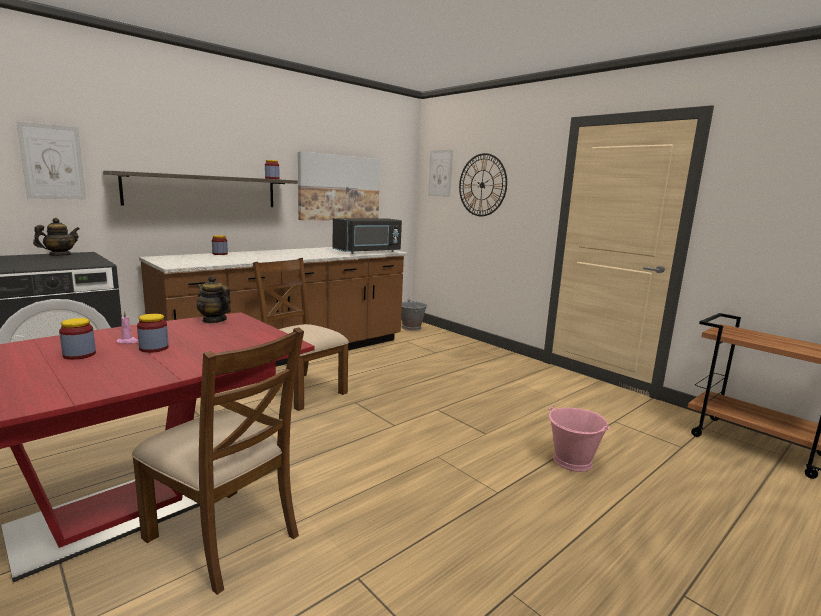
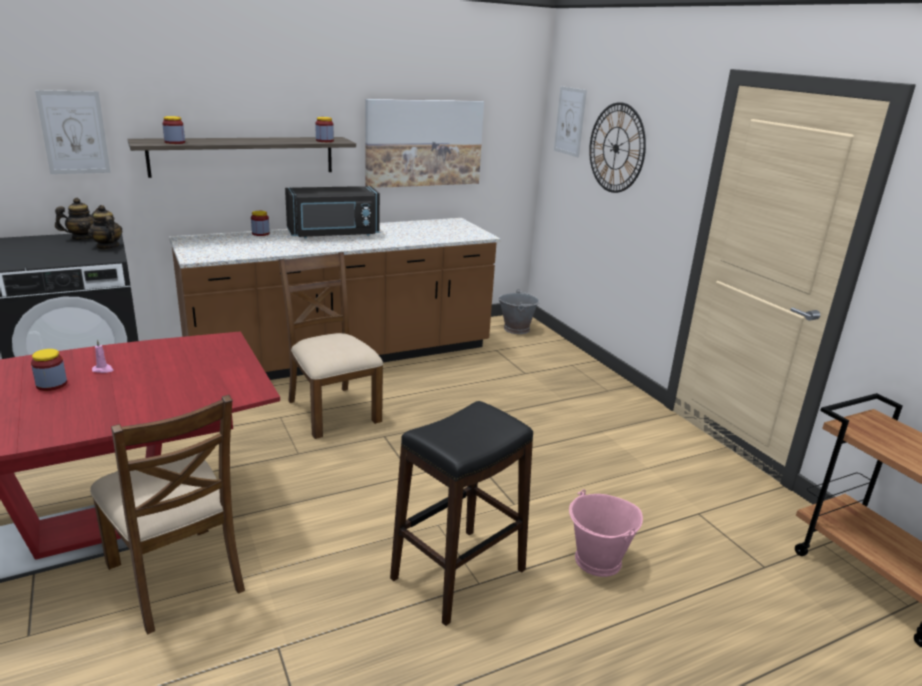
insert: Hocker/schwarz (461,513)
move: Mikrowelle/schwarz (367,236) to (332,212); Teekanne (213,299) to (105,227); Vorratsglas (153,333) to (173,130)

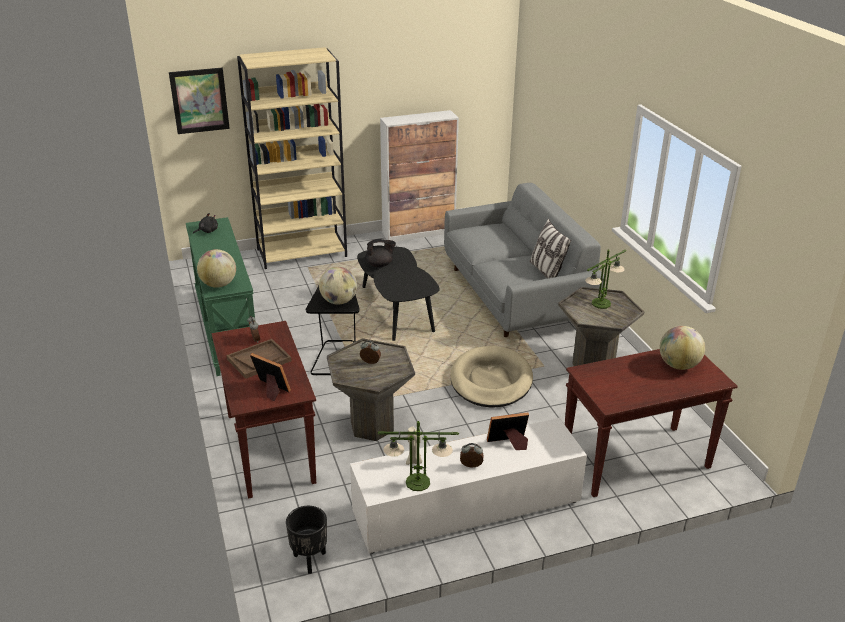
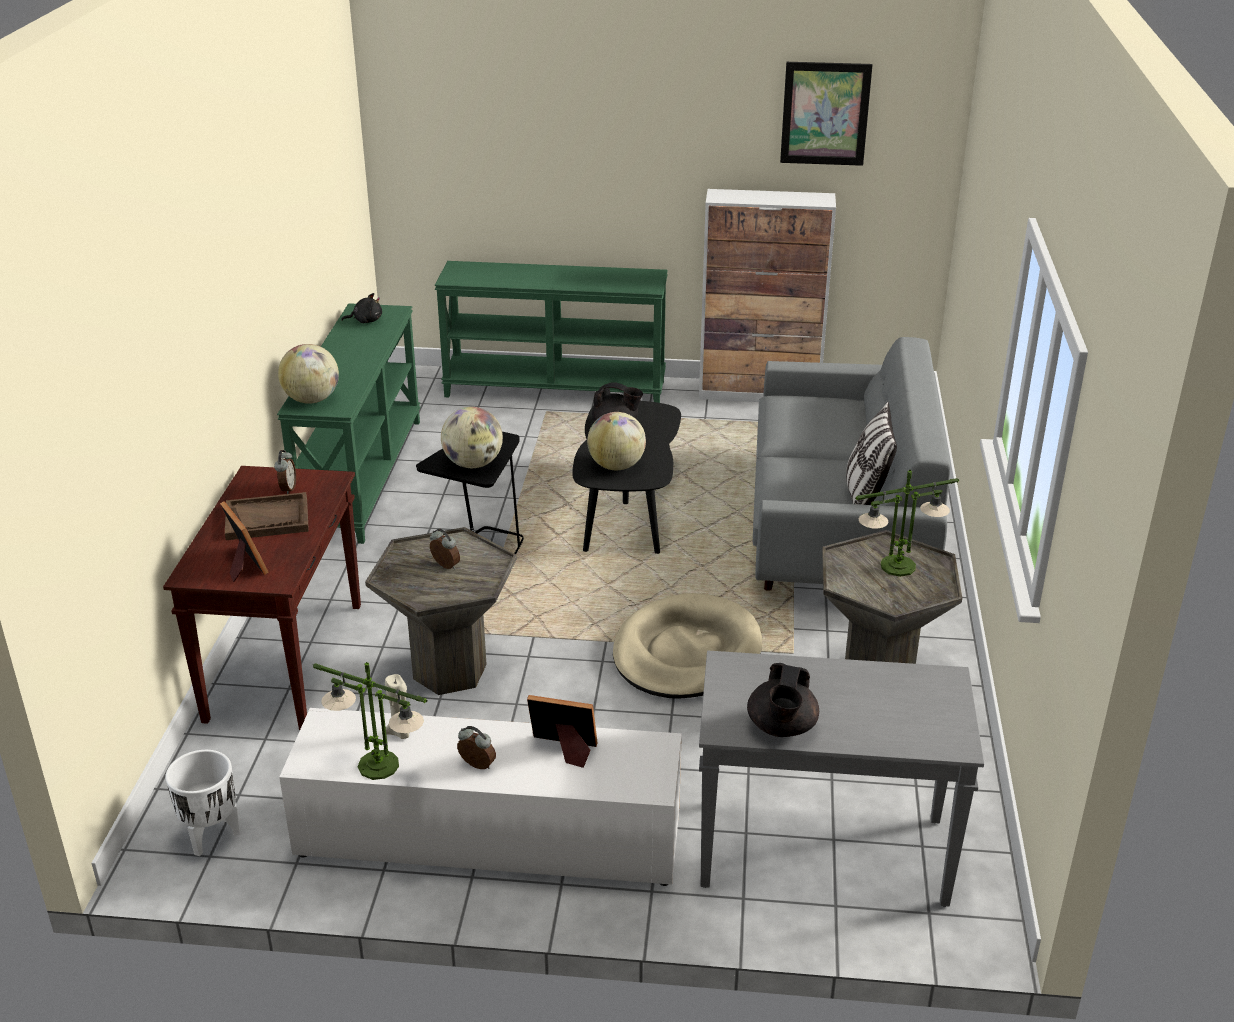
insert: Teekanne/schwarz (783,700)
move: Bild (199,101) to (826,114); Globus (682,348) to (616,441)
replace: Bücherregal/beige (292,158) to Konsolentisch/grün (551,332)
recolor: Konsolentisch/braun (651,423) to Konsolentisch/grau (841,779); Pflanzkübel/schwarz (306,540) to Pflanzkübel/weiß (202,803)

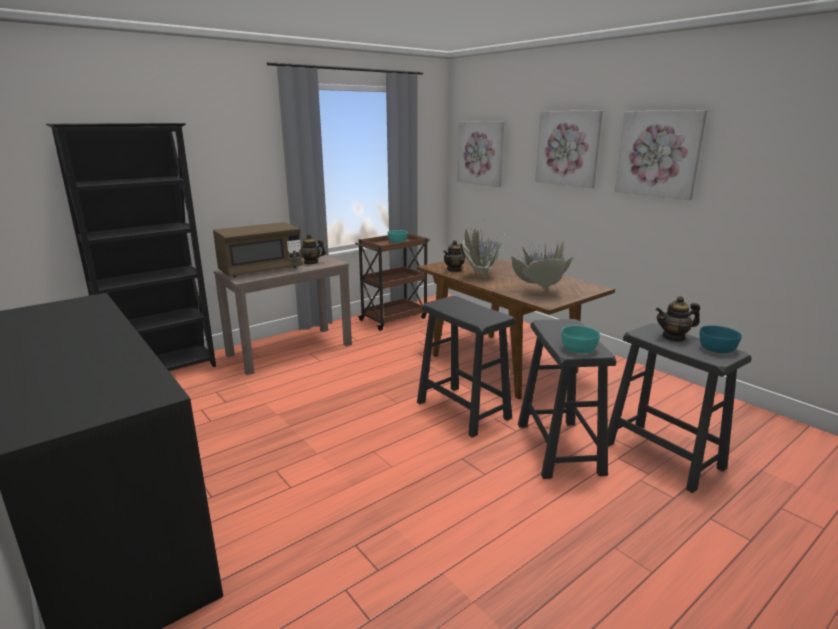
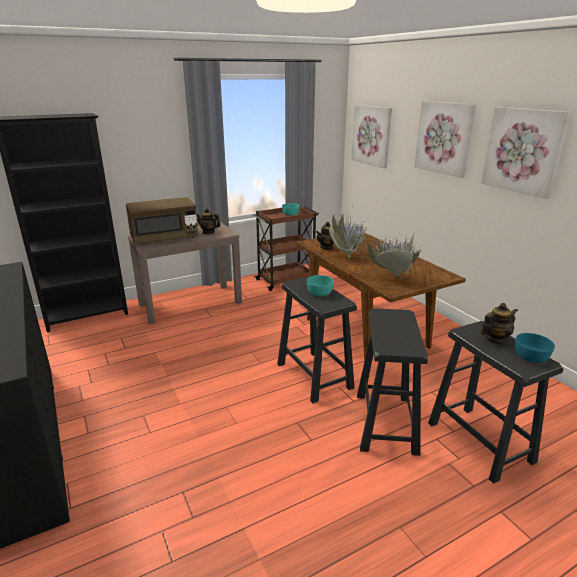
move: Schüssel/türkis (580,339) to (320,285)
rotate: Teekanne (678,319) = (499,323) 150 degrees clockwise

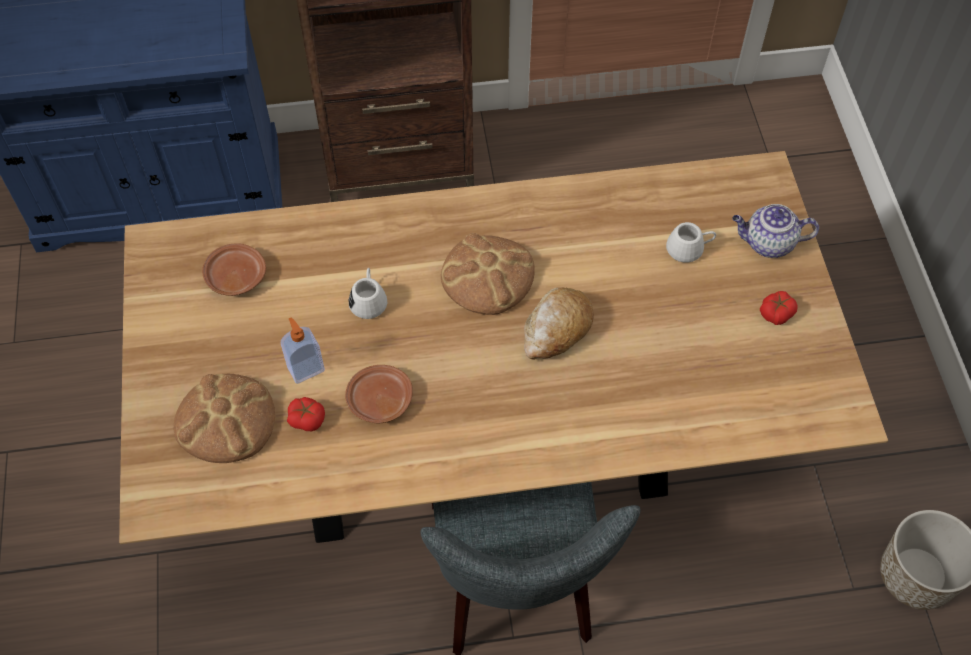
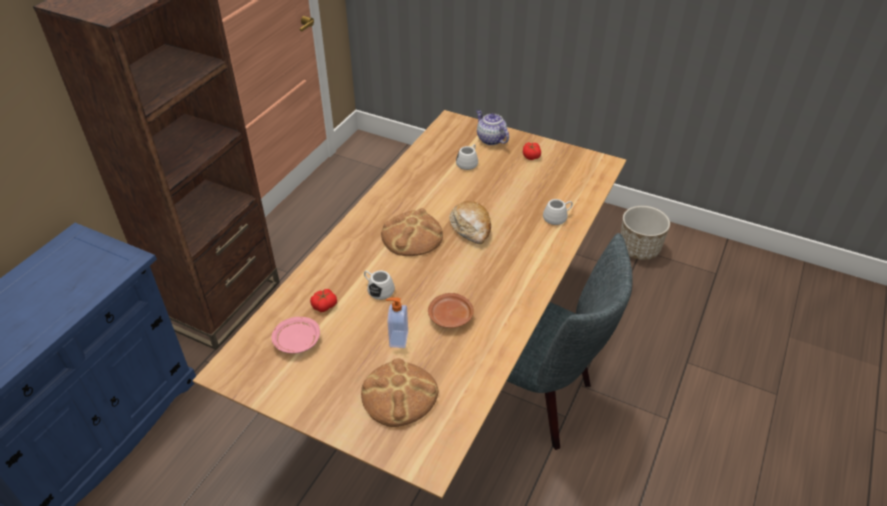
insert: Henkelbecher/weiß (558,212)
move: Tomate (306,414) to (323,300)
recolor: Teller/braun (234,269) to Teller/rosa (296,335)
rotate: Teekanne (775,231) = (492,127) 105 degrees clockwise

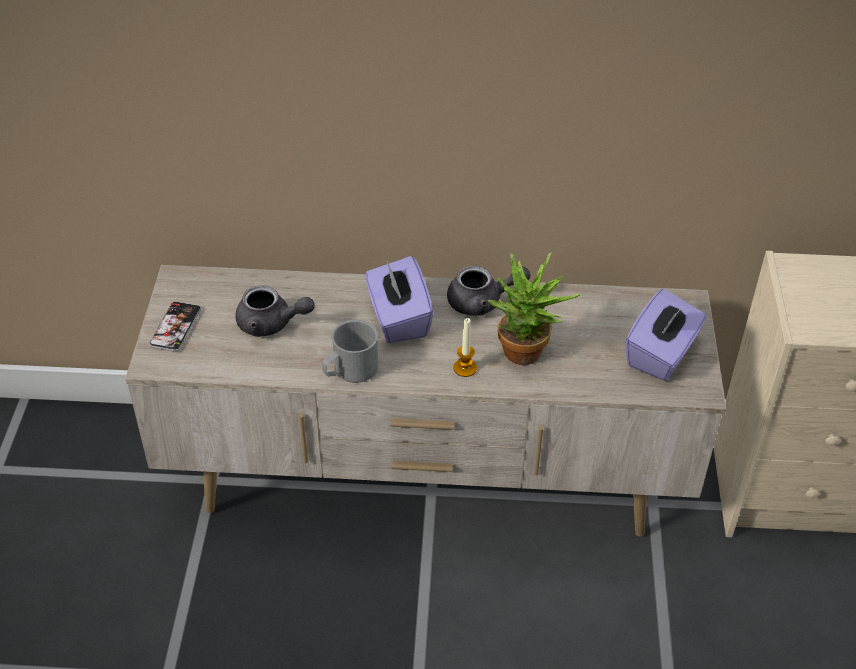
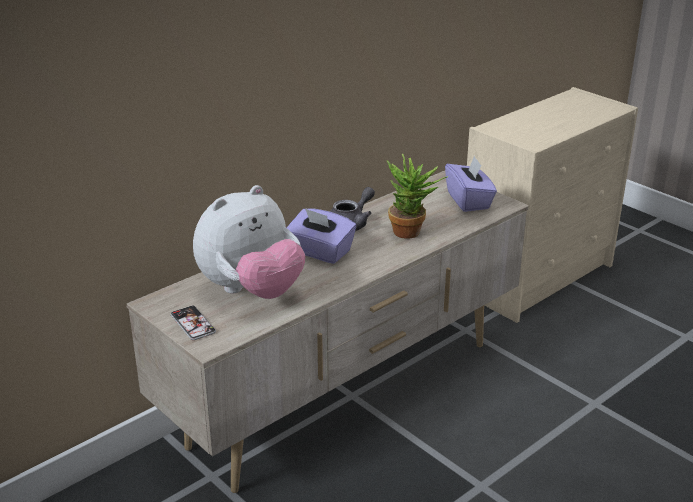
delete: Kerze (465,347); Henkelbecher/grau (350,351)
replace: Teekanne/grau (274,311) to Plüschtier (249,242)

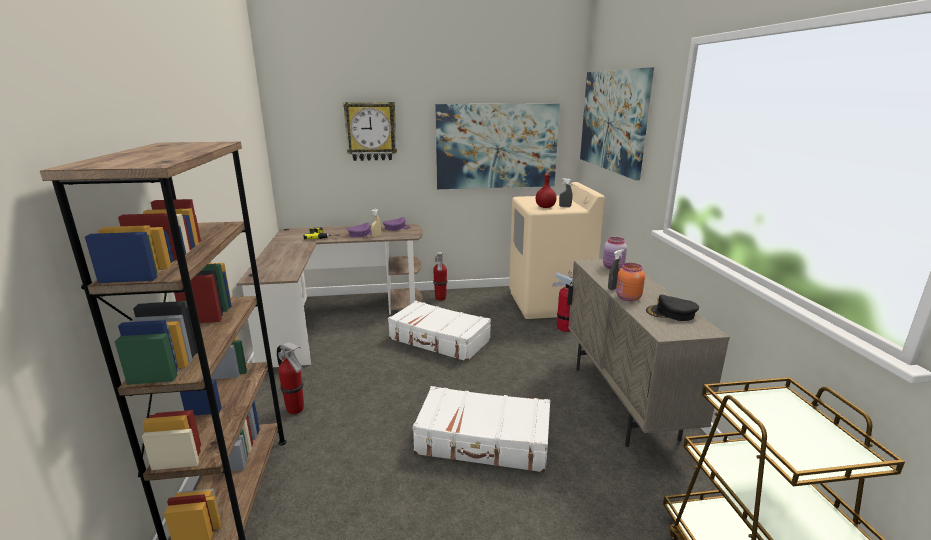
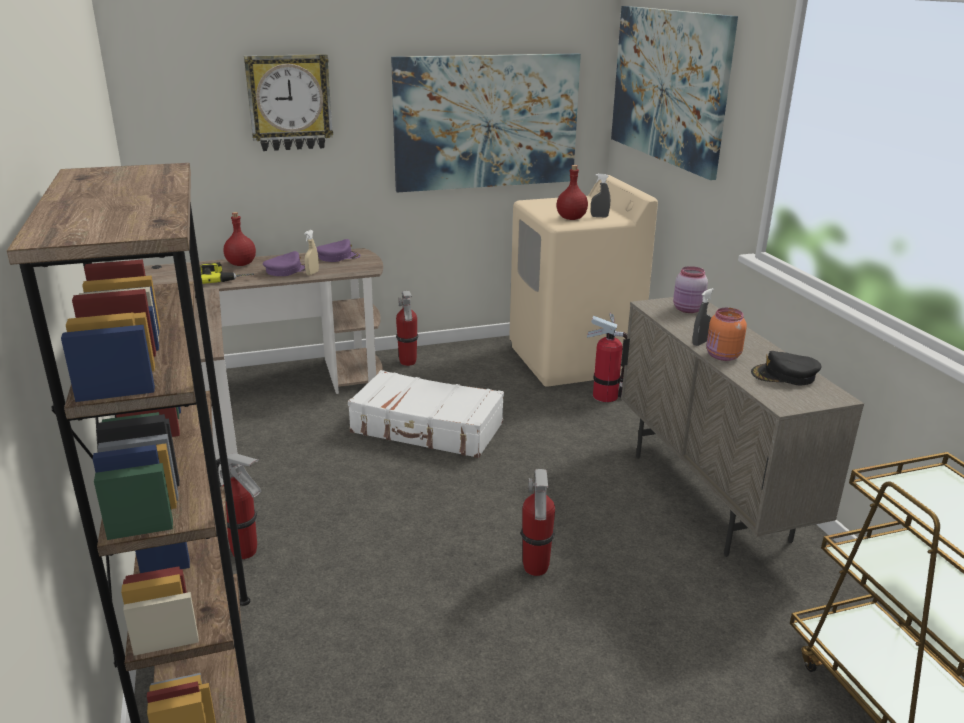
insert: Flasche/rot (239,239)
replace: Koffer/weiß (481,429) to Feuerlöscher (538,522)

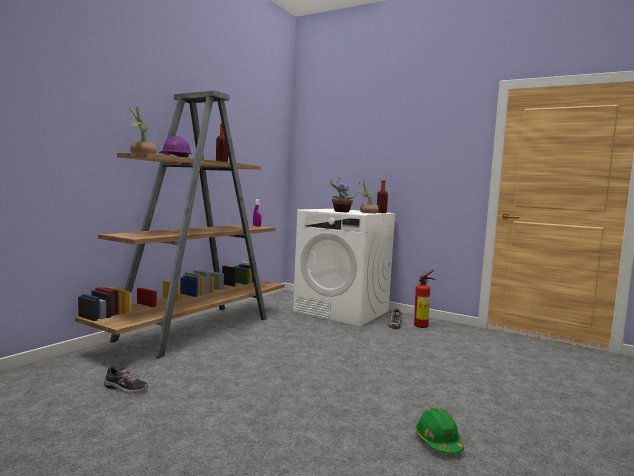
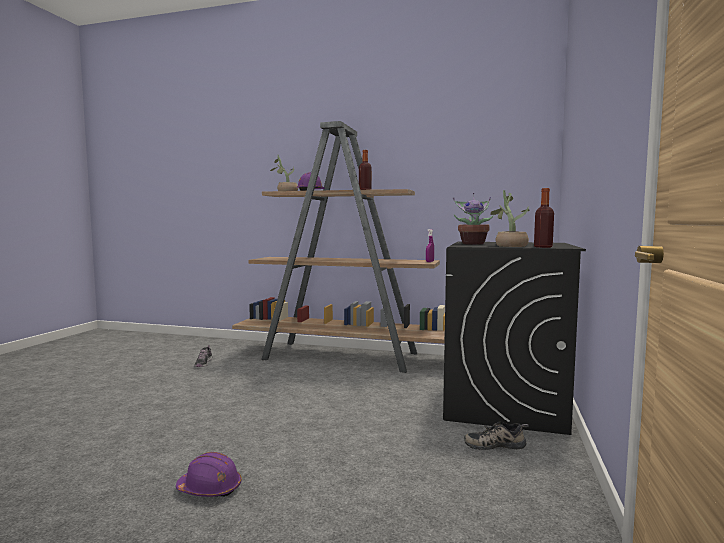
delete: Feuerlöscher (424,299); Schutzhelm/grün (439,431)
insert: Schutzhelm/lila (209,474)
recolor: Waschmaschine/weiß (344,268) to Waschmaschine/schwarz (514,338)

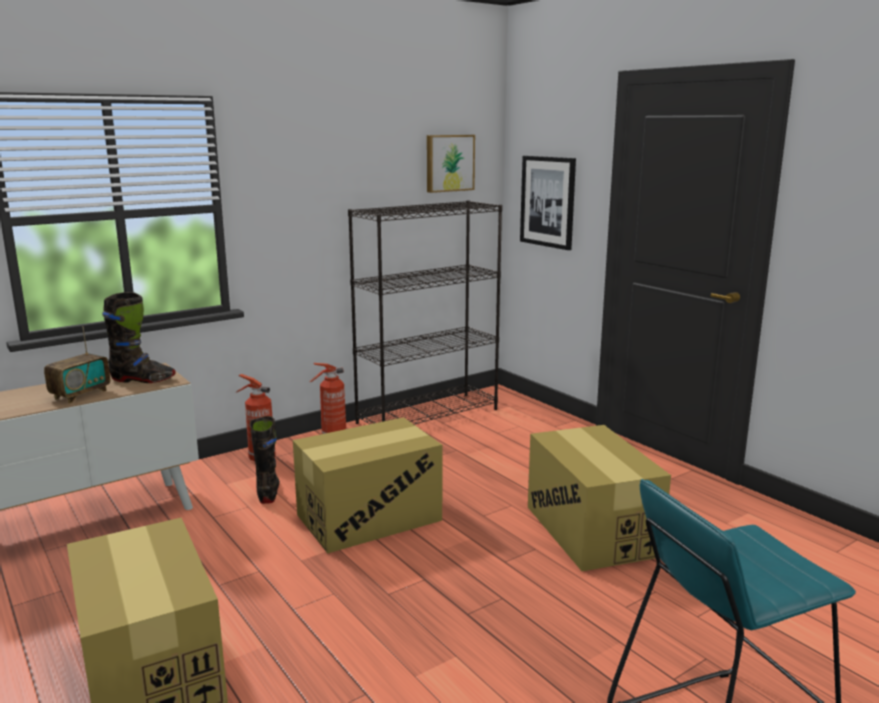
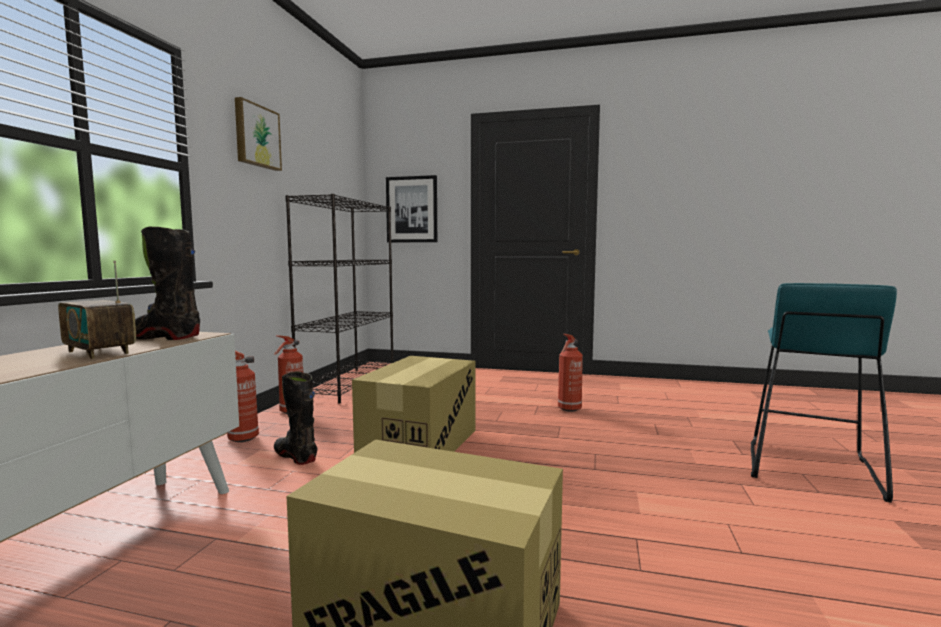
move: Bild (451,164) to (258,134)
replace: Karton (599,498) to Feuerlöscher (570,373)
rotate: Stiefel/schwarz (138,337) = (167,283) 135 degrees counterclockwise; Radio (77,365) = (97,310) 135 degrees clockwise

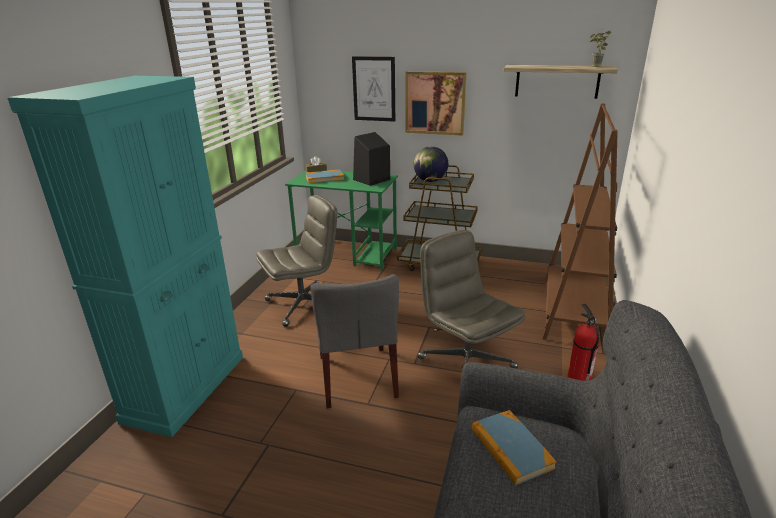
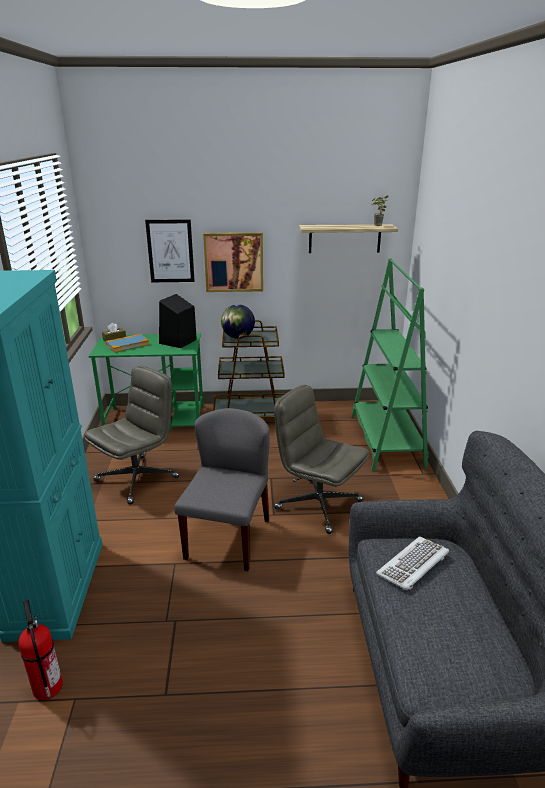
move: Feuerlöscher (584,342) to (40,649)
replace: Buch (514,447) to Tastatur (412,563)
recolor: Bücherregal/braun (580,221) to Bücherregal/grün (390,364)
rotate: Stuhl/grau (354,341) = (222,489) 135 degrees counterclockwise

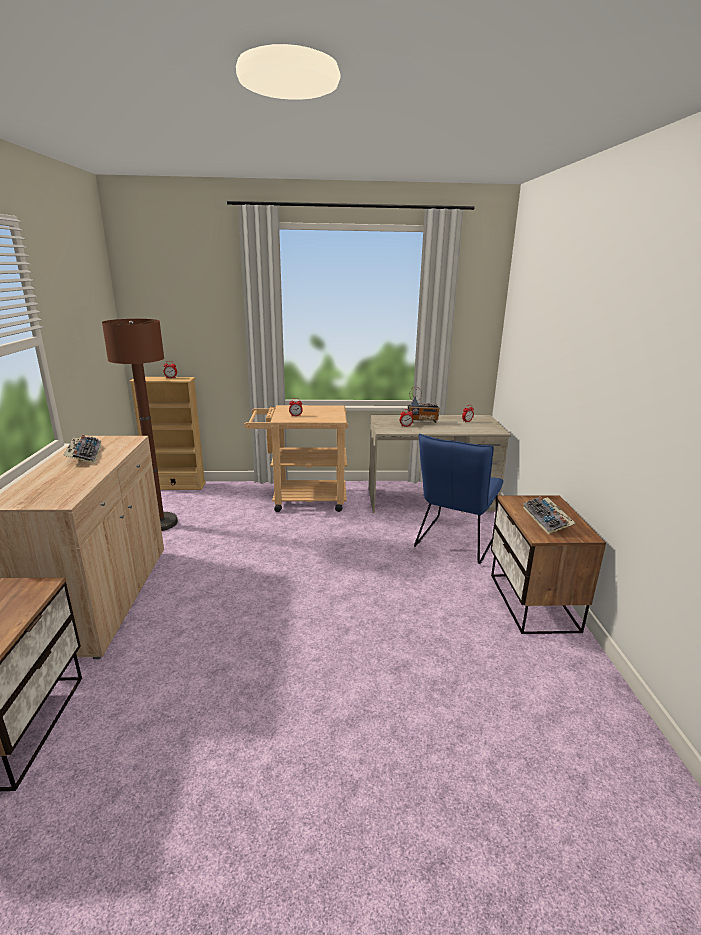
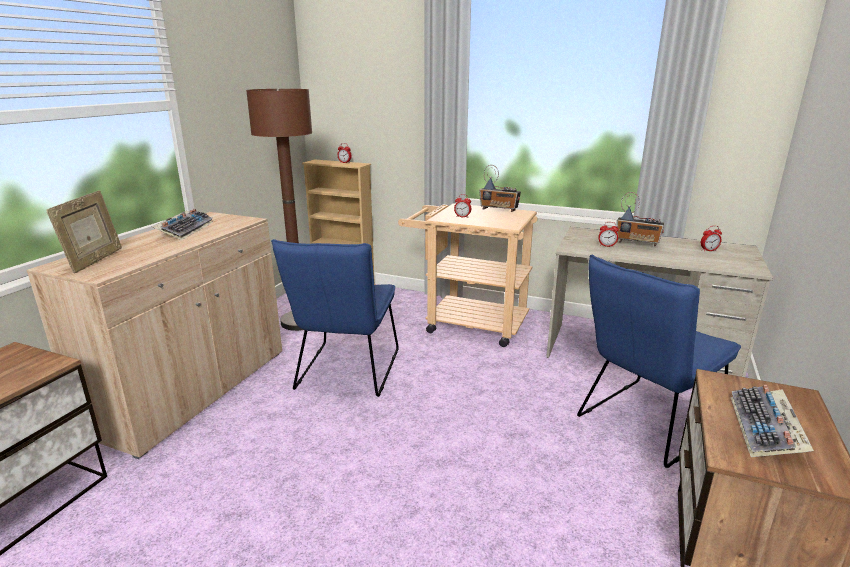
insert: Radio (500,188); Bilderrahmen (84,232); Stuhl/blau (335,318)

